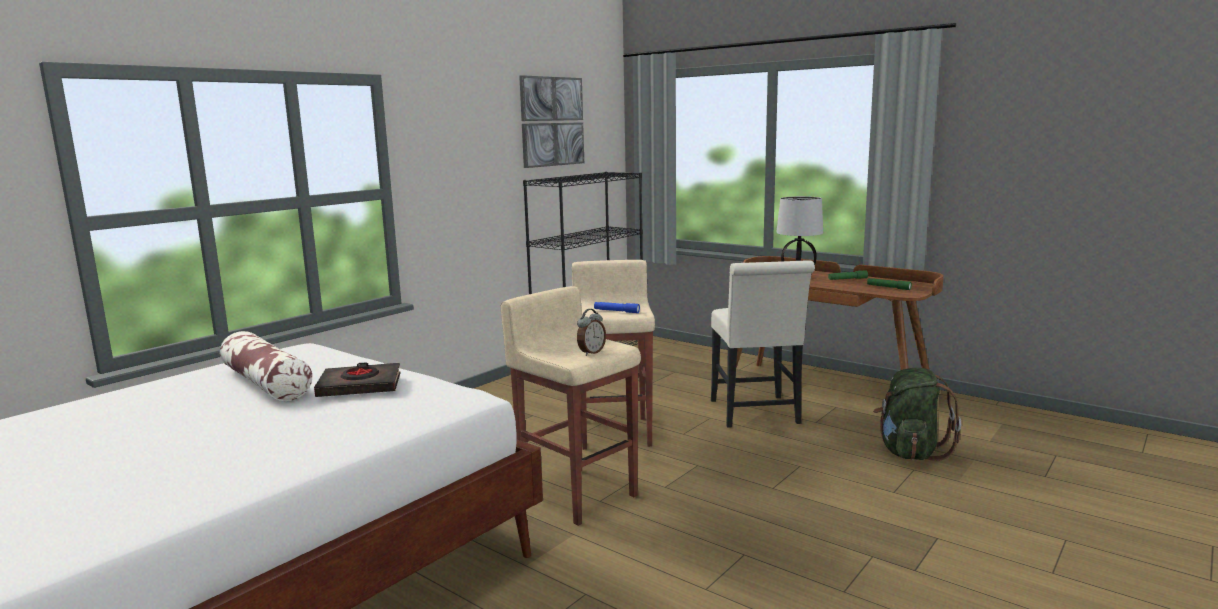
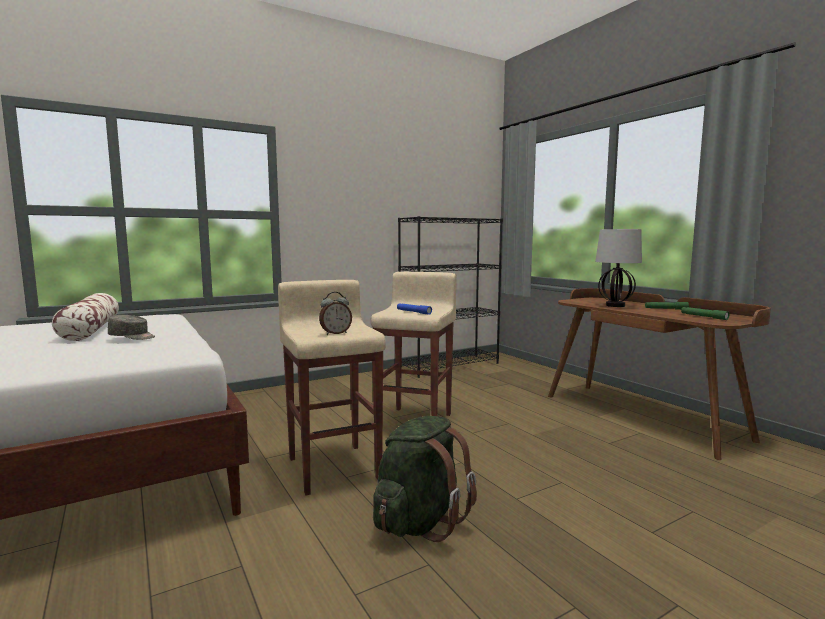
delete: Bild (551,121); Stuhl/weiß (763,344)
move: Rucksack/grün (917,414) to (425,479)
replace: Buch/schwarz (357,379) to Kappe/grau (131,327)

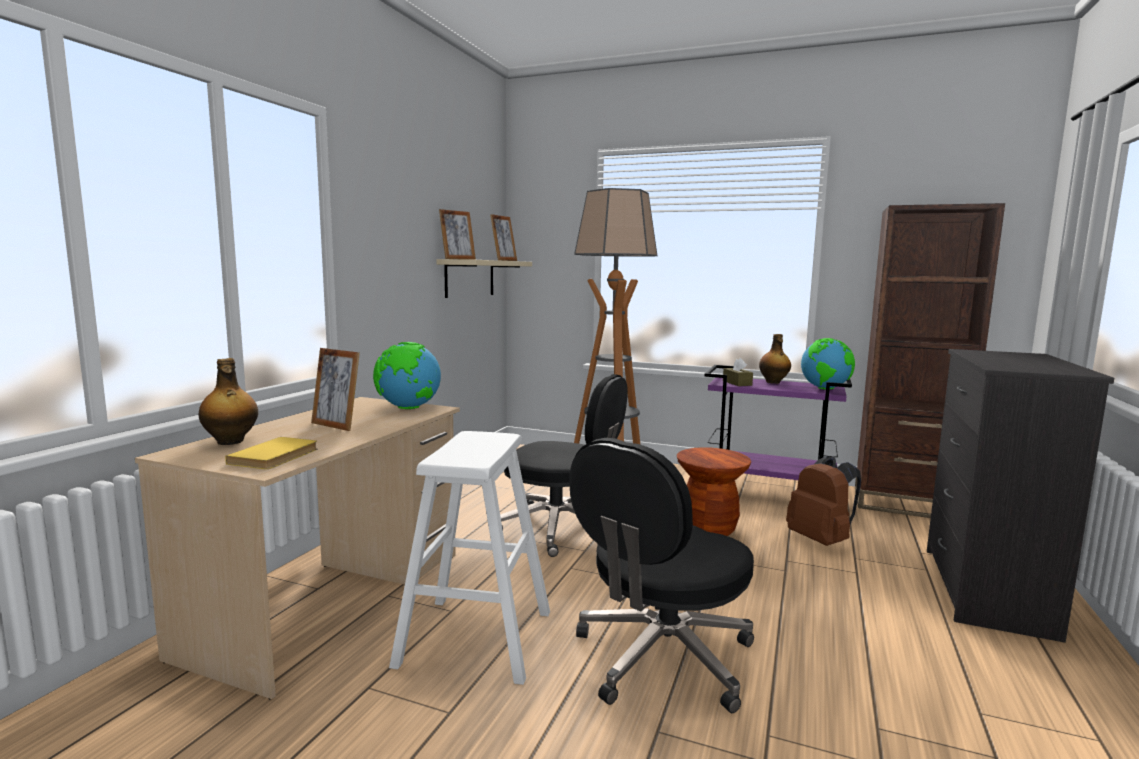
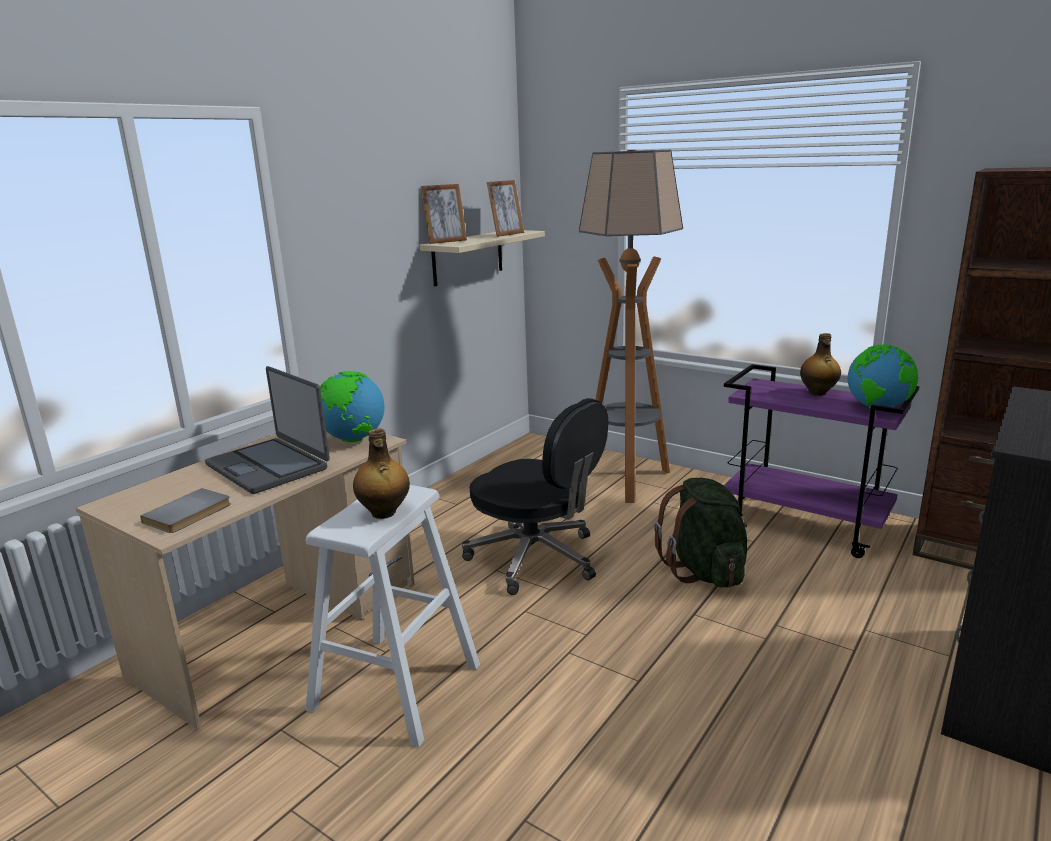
delete: Taschentuchbox/braun (738,372); Bürostuhl/schwarz (662,575); Rucksack/braun (823,501)
move: Flasche (228,401) to (381,474)
replace: Bilderrahmen (335,389) to Laptop (267,430); Hocker/braun (714,491) to Rucksack/grün (700,533)
recolor: Buch/gelb (271,453) to Buch/grau (185,510)

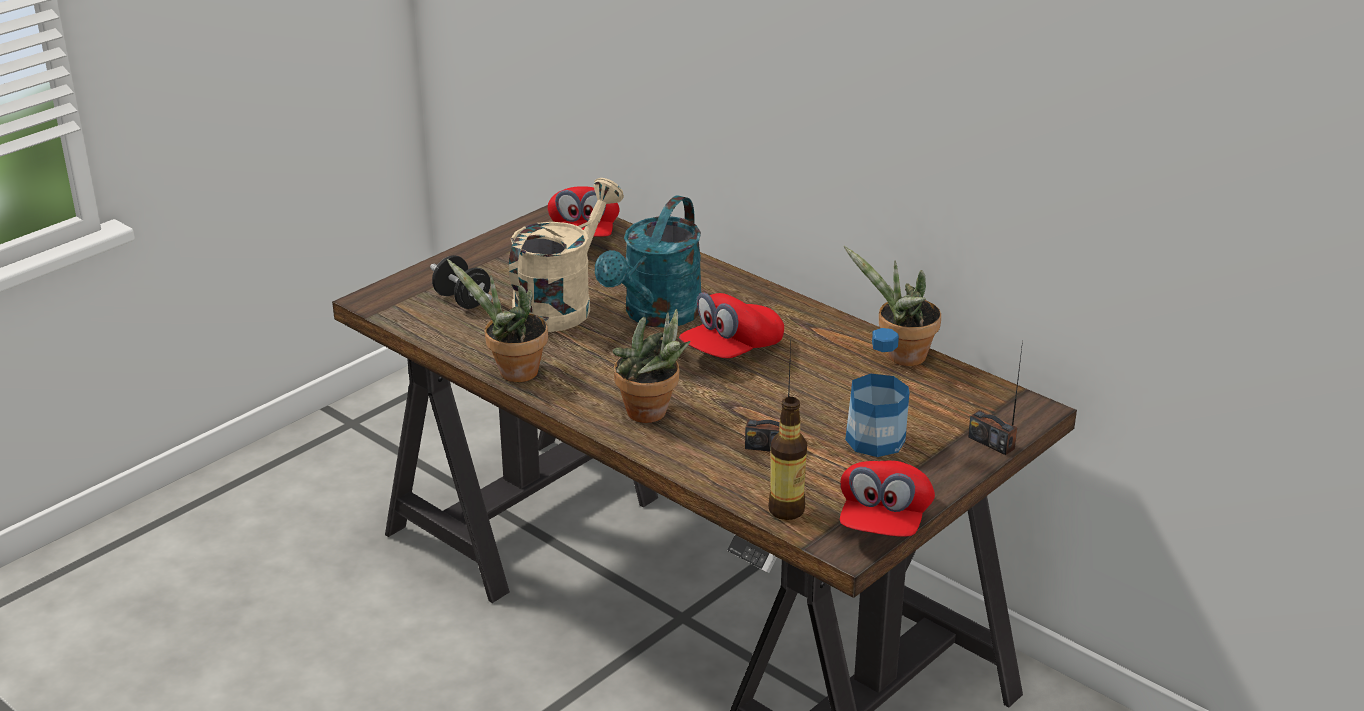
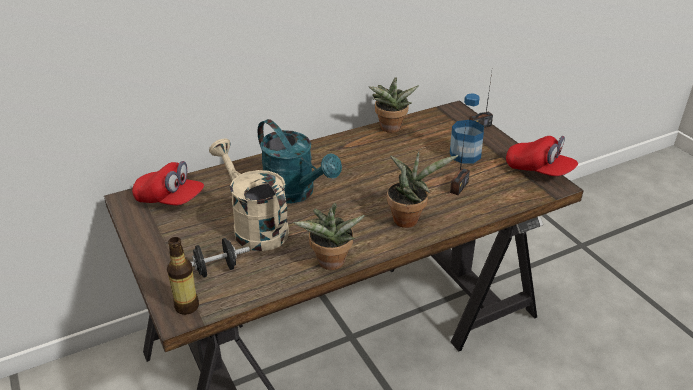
delete: Kappe/rot (731,325)
move: Flasche (787,458) to (183,276)

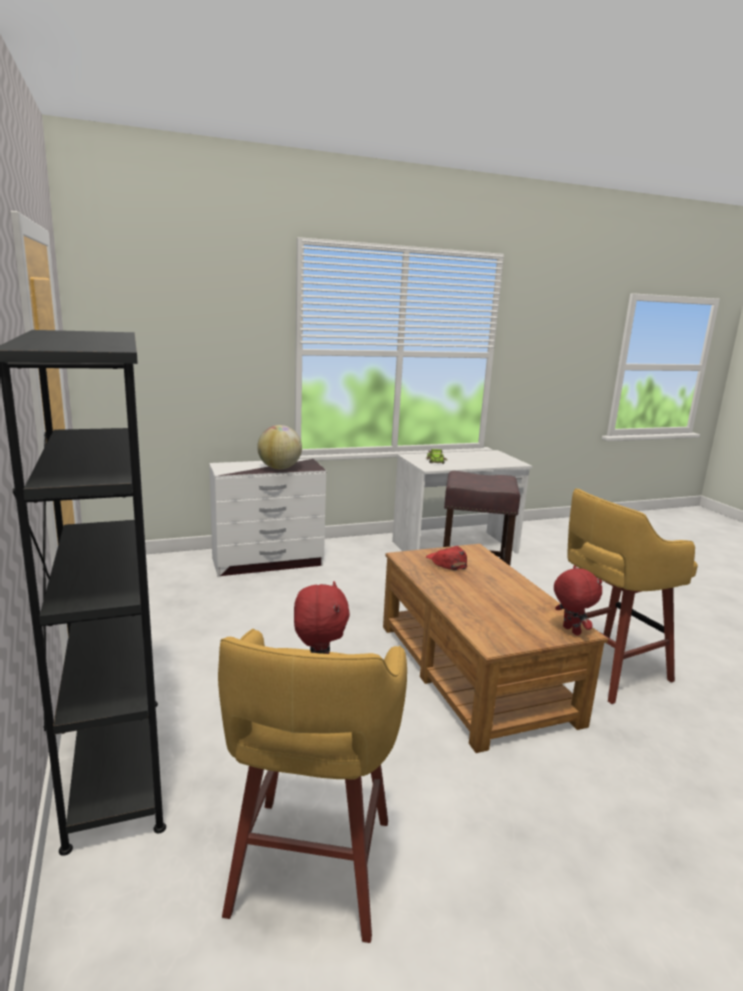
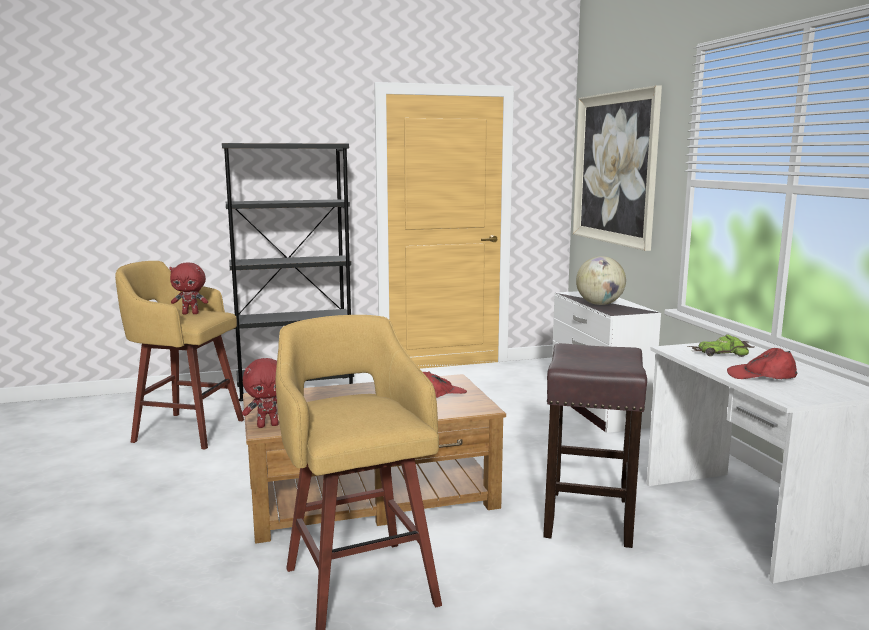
insert: Bild (617,168); Kappe/rot (762,363)

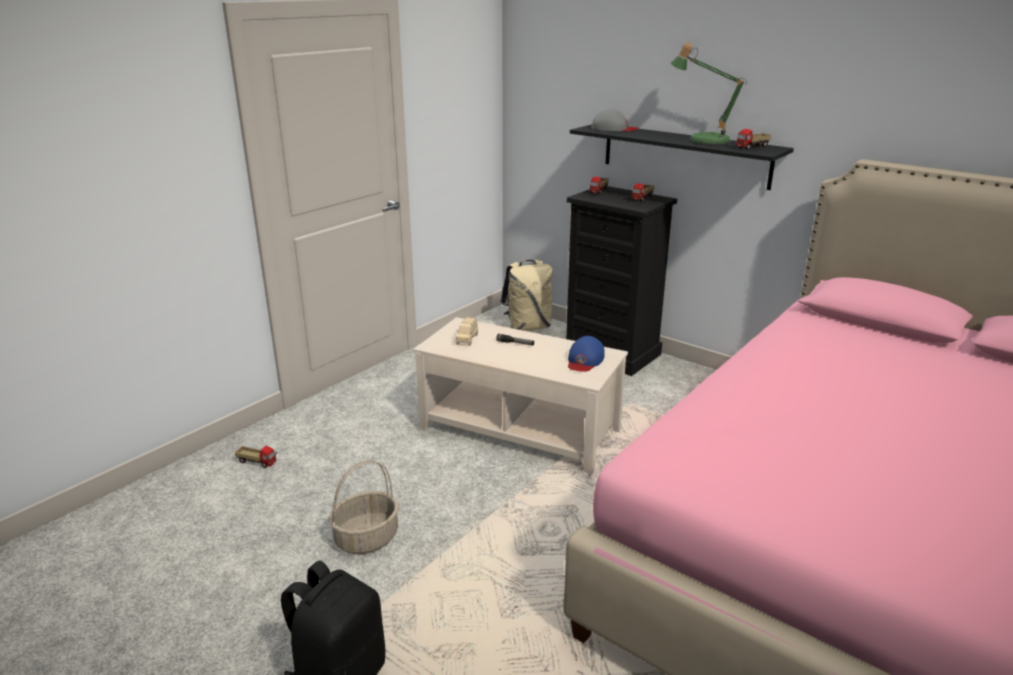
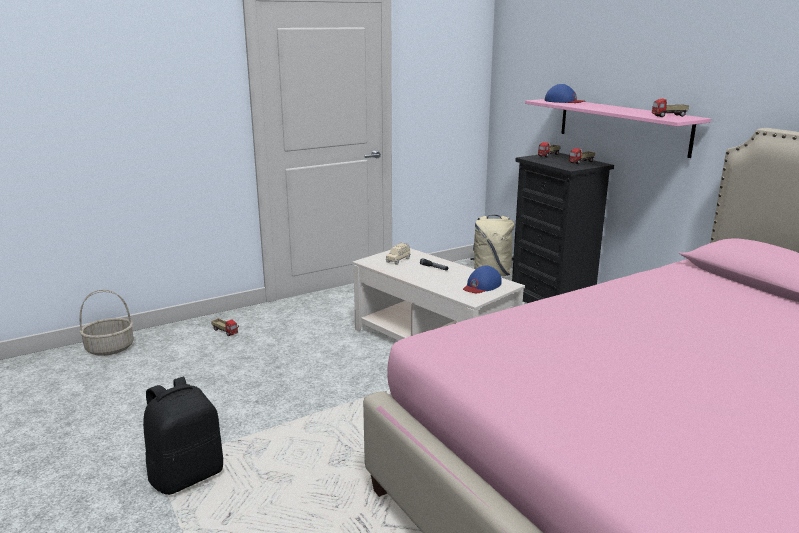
delete: Tischlampe (709,94)
move: Korb (364,507) to (106,323)
recolor: Kappe/grau (615,120) to Kappe/blau (565,93); Wandregal/schwarz (682,157) to Wandregal/rosa (618,128)

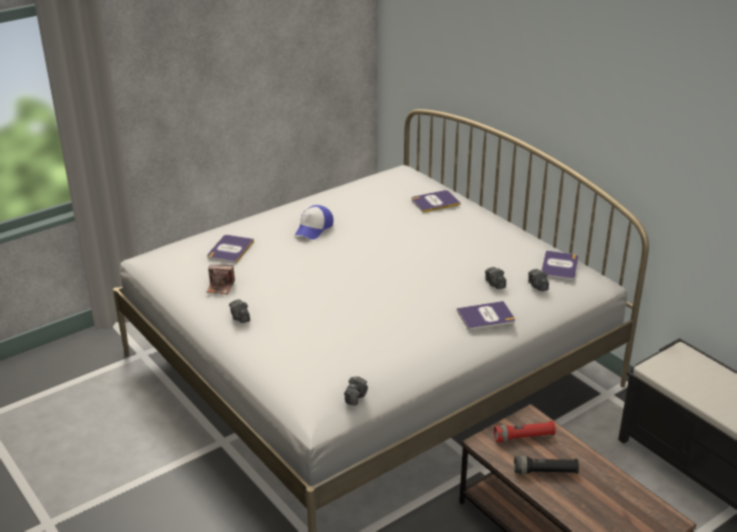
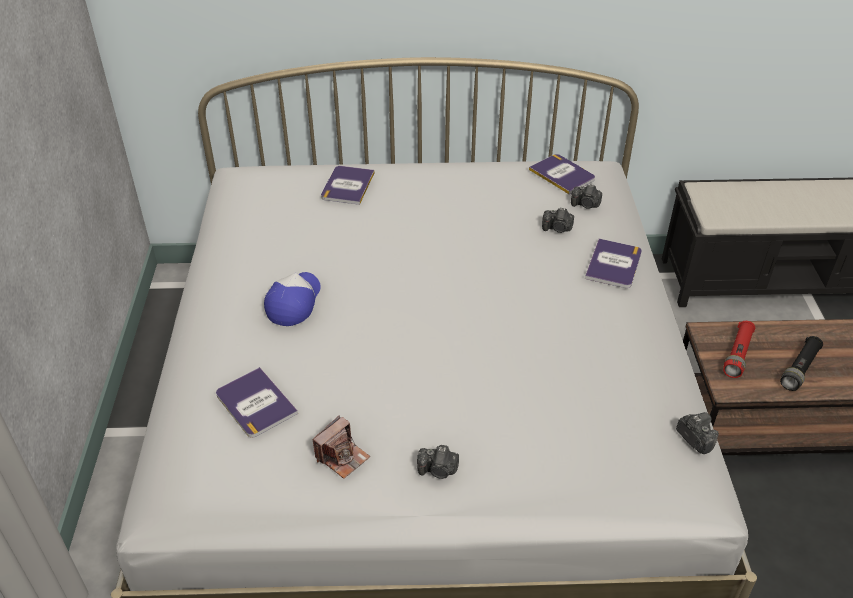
rotate: Kappe (314,222) = (292,299) 135 degrees counterclockwise

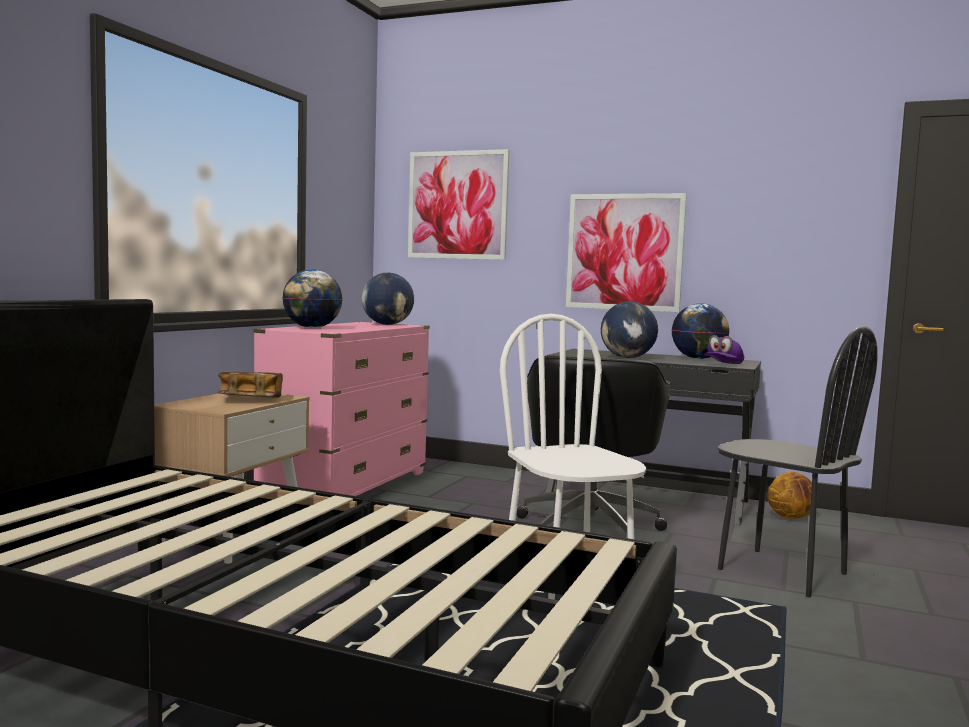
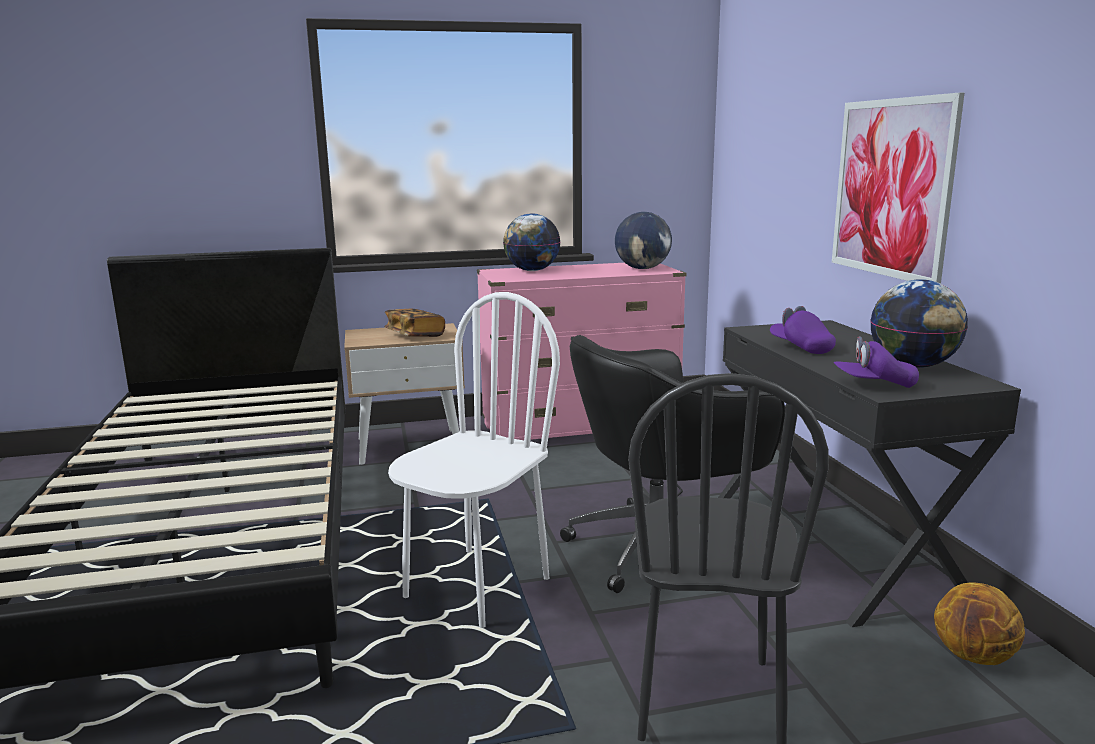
delete: Bild (458,204)
replace: Globus (629,329) to Kappe/lila (803,330)

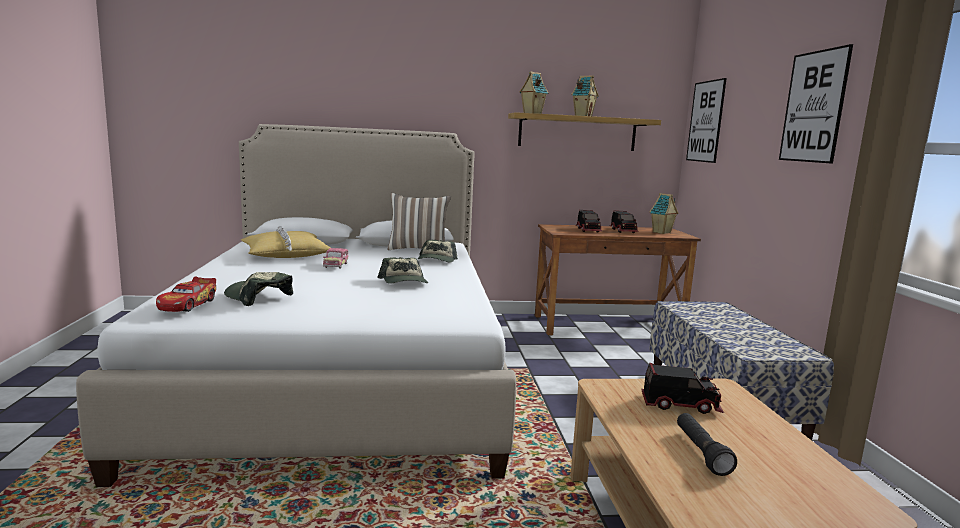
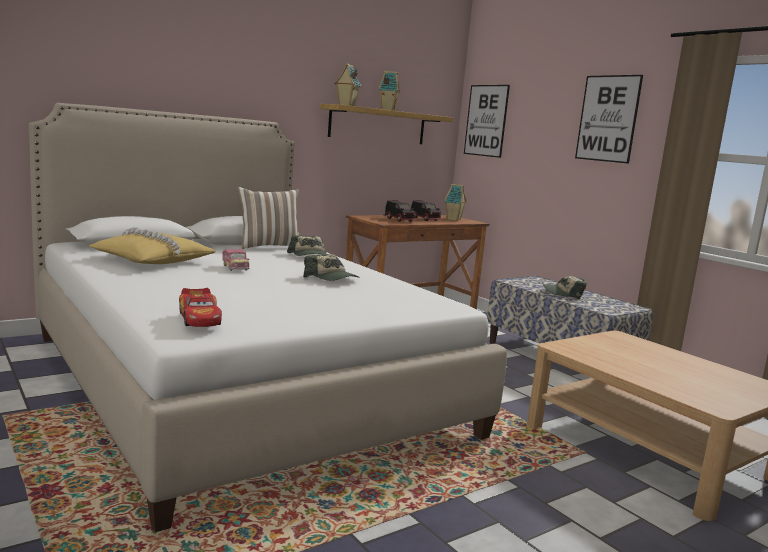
delete: Spielzeuglaster (683,388); Taschenlampe/schwarz (707,444)
move: Kappe (258,289) to (565,287)

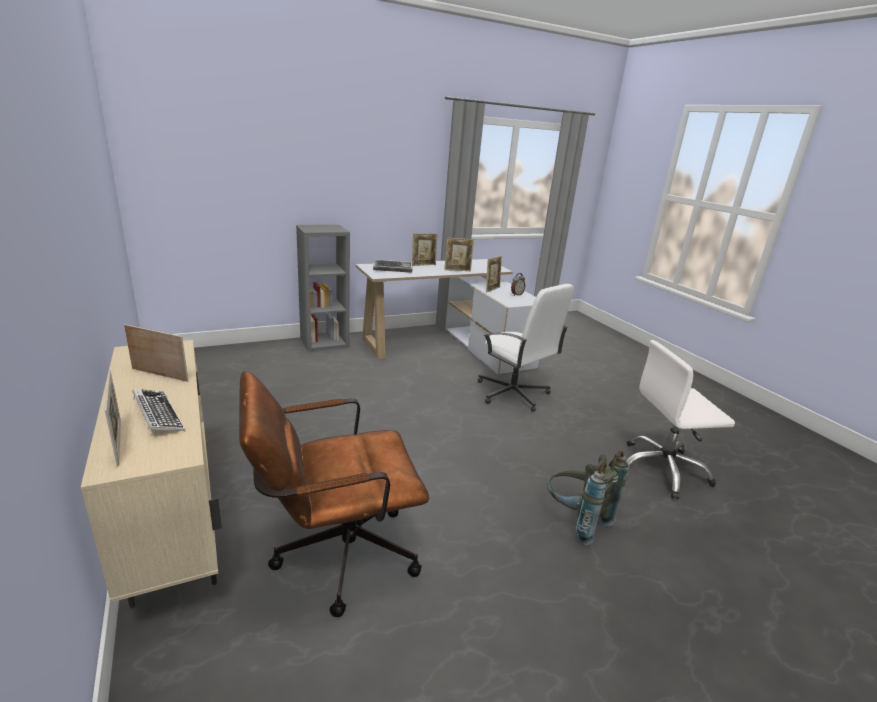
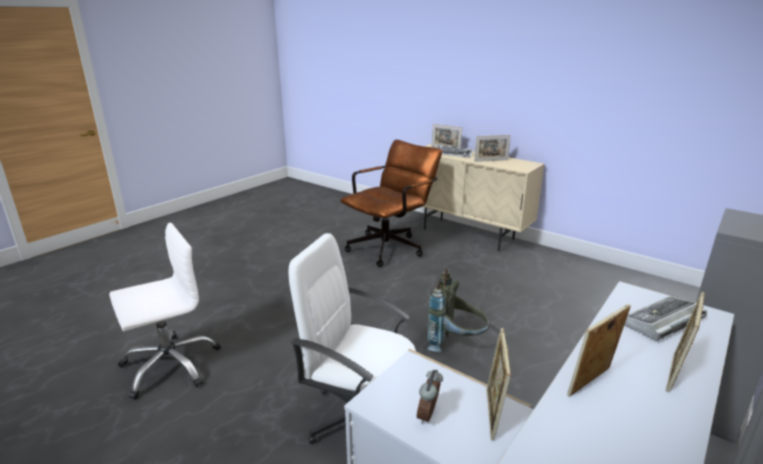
move: Rucksack/grau (588,498) to (458,310)

